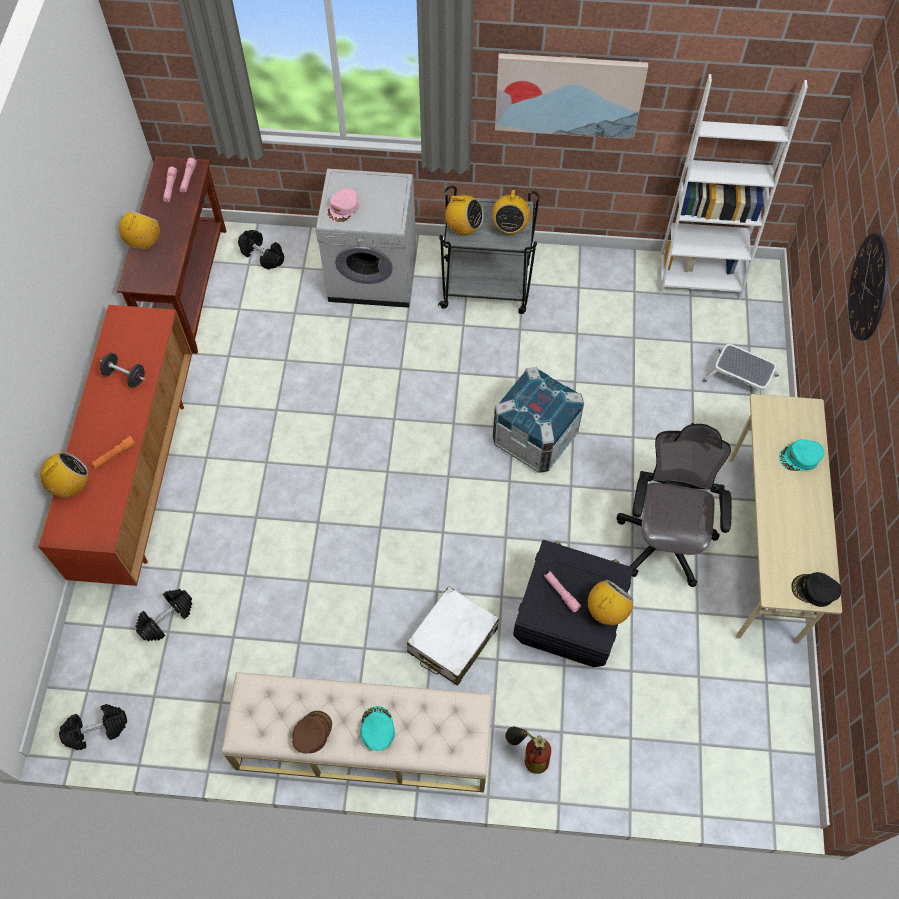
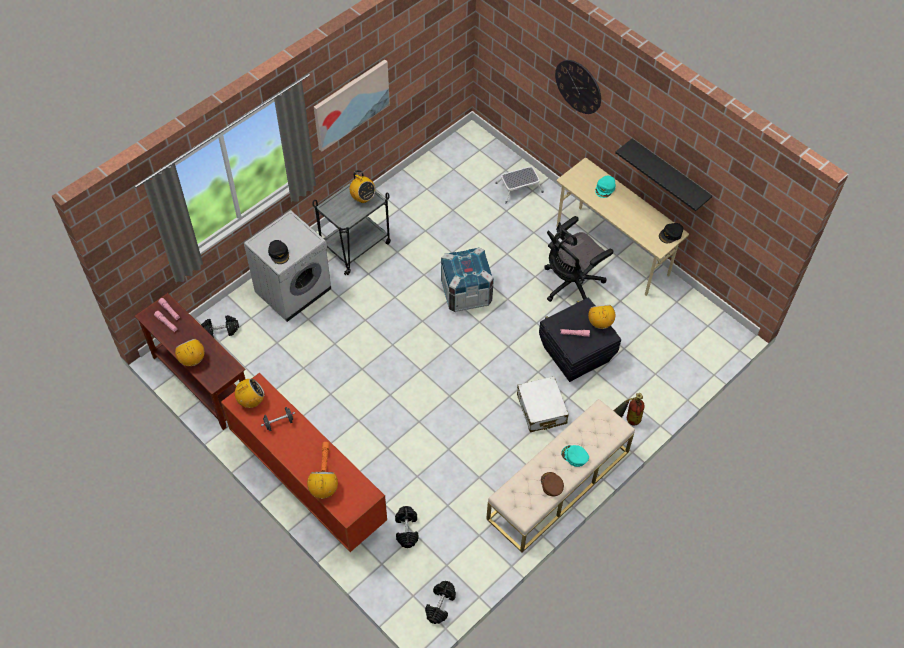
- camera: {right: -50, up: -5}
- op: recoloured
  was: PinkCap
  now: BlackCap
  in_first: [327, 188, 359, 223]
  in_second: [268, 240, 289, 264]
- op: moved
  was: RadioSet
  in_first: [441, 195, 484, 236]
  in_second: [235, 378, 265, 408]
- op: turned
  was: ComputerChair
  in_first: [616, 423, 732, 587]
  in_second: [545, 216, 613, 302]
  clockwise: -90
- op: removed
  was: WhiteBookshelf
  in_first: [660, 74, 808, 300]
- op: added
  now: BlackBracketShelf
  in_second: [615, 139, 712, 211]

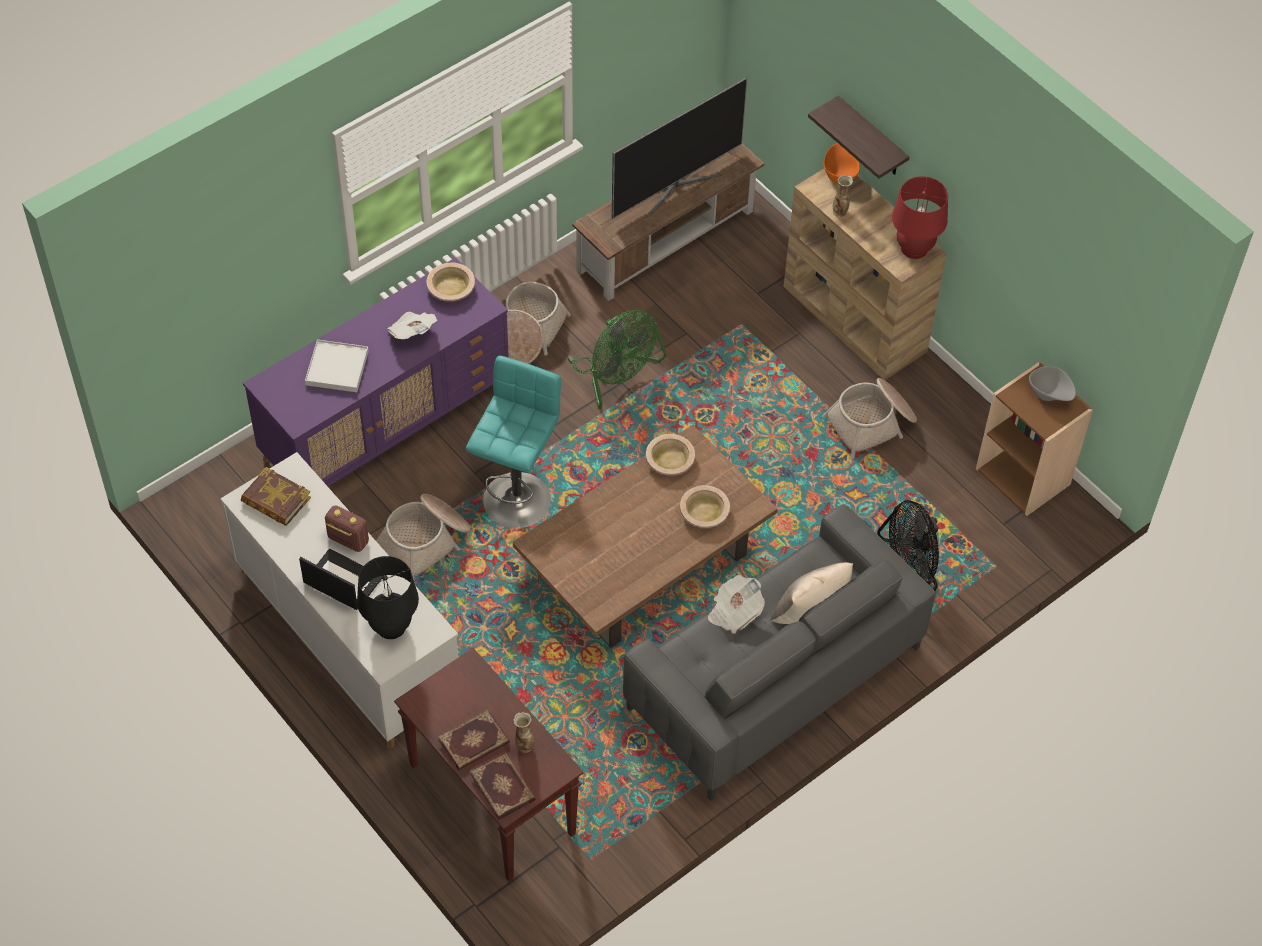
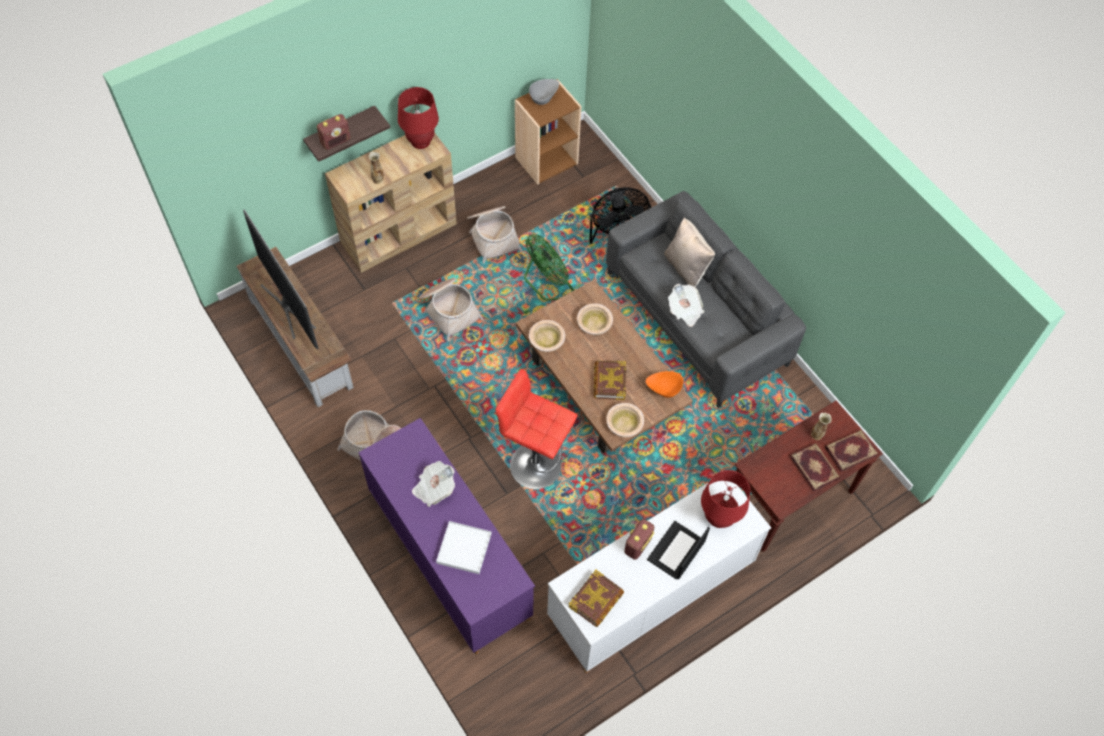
- camera: {right: -85, up: 5}
- op: recoloured
  was: BlackLampForATable
  now: ReddishLampForATable
  in_first: [357, 556, 419, 639]
  in_second: [701, 470, 750, 528]
- op: moved
  was: Basket
  in_first: [376, 494, 470, 580]
  in_second: [419, 278, 484, 341]
- op: moved
  was: BeigeColouredServingBowl
  in_first: [427, 263, 475, 301]
  in_second: [606, 403, 644, 437]
- op: recoloured
  was: TurquoiseColouredSittingStool
  now: ReddishSittingStool
  in_first: [466, 356, 561, 528]
  in_second: [495, 369, 578, 489]
- op: moved
  was: GreenElectricFan
  in_first: [568, 310, 667, 409]
  in_second: [523, 234, 574, 314]
- op: moved
  was: OrangeyServingBowl
  in_first: [824, 143, 860, 184]
  in_second: [646, 371, 683, 398]
- op: added
  now: RadioSet
  in_second: [317, 114, 350, 150]
- op: added
  now: Volume
  in_second: [593, 361, 626, 400]

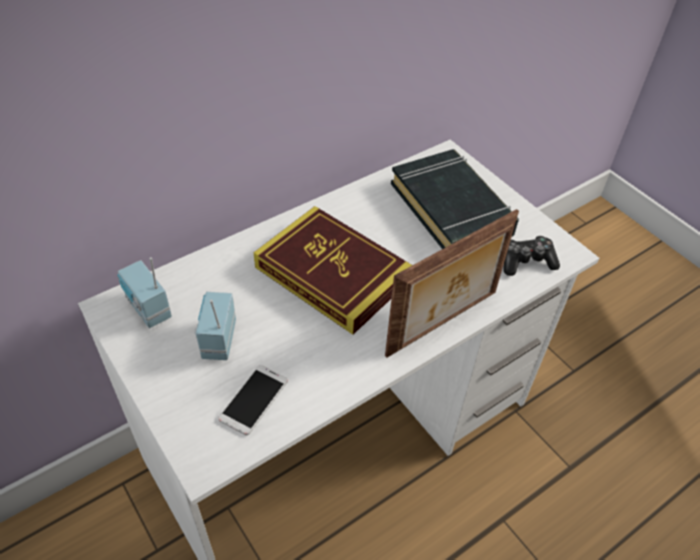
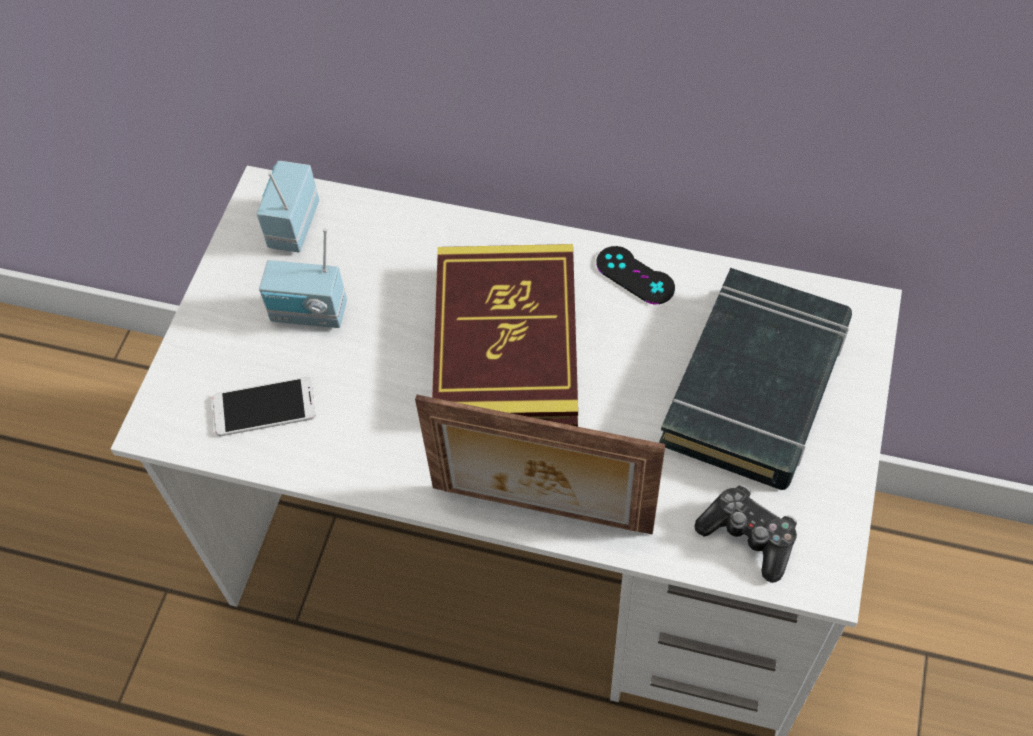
- camera: {right: 55, up: 10}
- op: turned
  was: RadioSet
  in_first: [195, 292, 236, 360]
  in_second: [259, 228, 347, 328]
  clockwise: -135
- op: added
  now: BlackGamepad
  in_second: [596, 246, 675, 304]

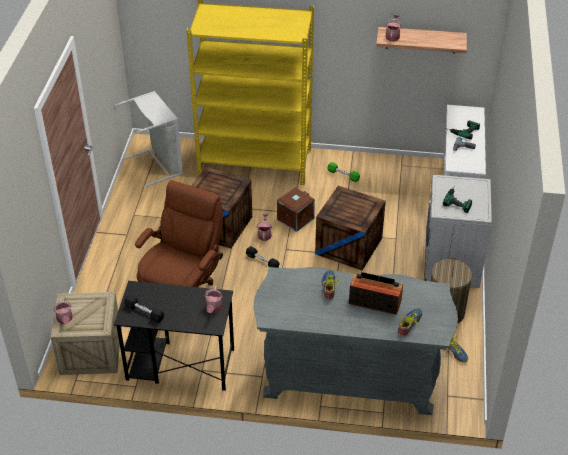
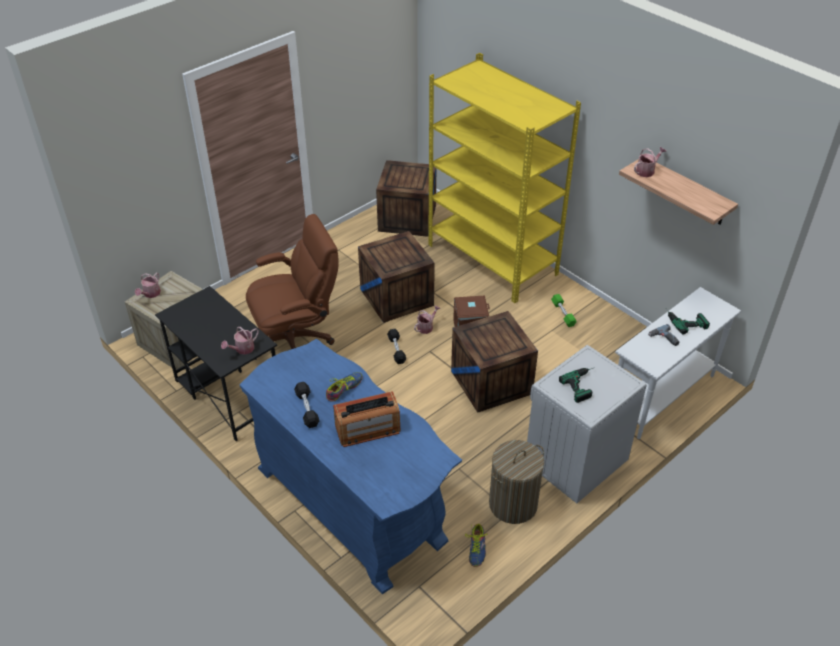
- camera: {right: 40, up: 0}
- op: replaced
  was: GrayWashingBasket
  now: Crate
  in_first: [115, 91, 183, 187]
  in_second: [376, 160, 436, 237]
- op: moved
  was: BlackDumbbell
  in_first: [124, 295, 164, 322]
  in_second: [294, 382, 320, 428]
- op: recoloured
  was: GrayDrawerChest
  now: BluishDrawerChest
  in_first: [253, 267, 458, 415]
  in_second: [239, 338, 462, 594]
- op: turned
  was: RadioSet
  in_first: [349, 272, 403, 315]
  in_second: [333, 391, 401, 447]
  clockwise: 105
- op: removed
  was: ItemOfFootwear
  in_first: [398, 308, 422, 336]

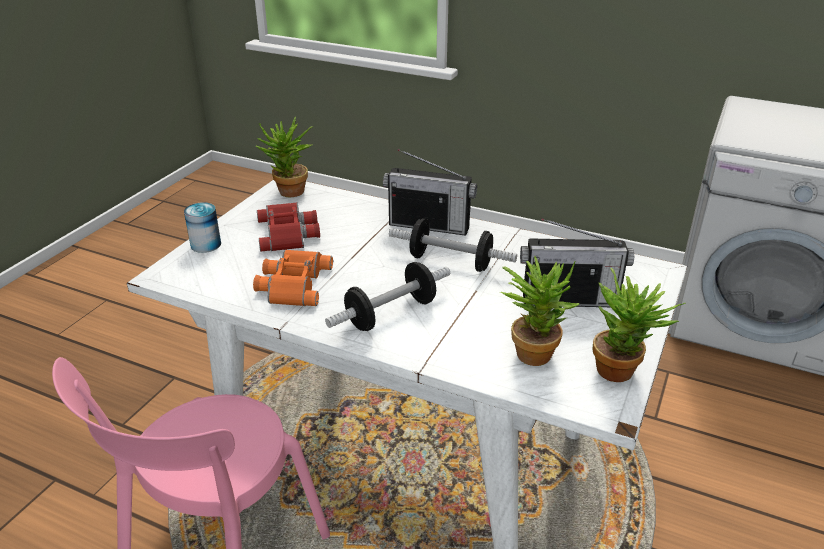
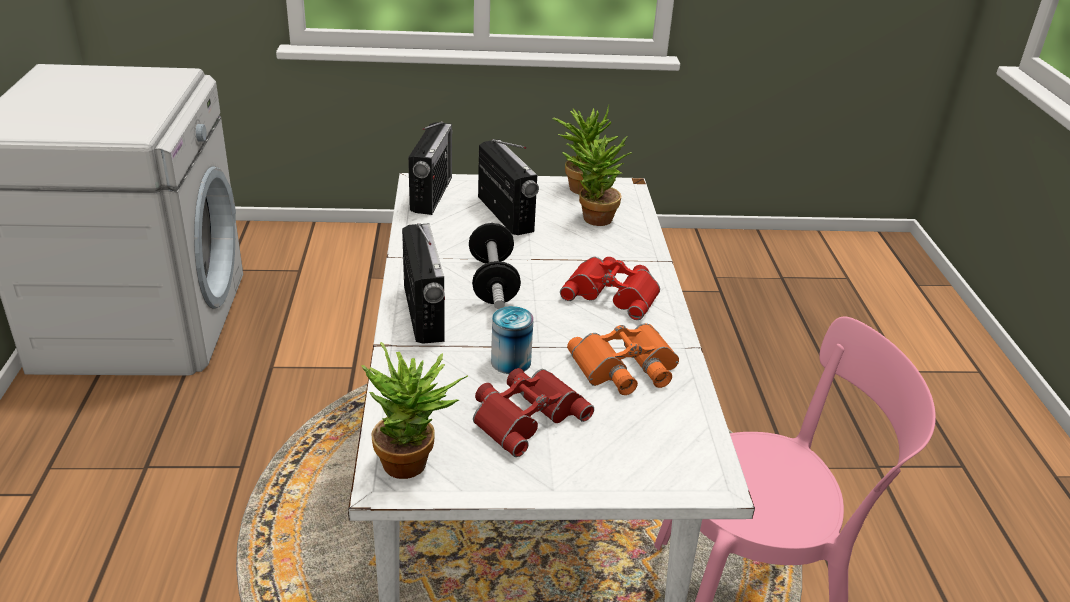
- camera: {right: -120, up: 0}
- op: moved
  was: SealedCan
  in_first: [184, 202, 221, 253]
  in_second: [491, 306, 534, 374]
- op: replaced
  was: Dumbbell
  now: ReddishBinoculars
  in_first: [325, 262, 450, 331]
  in_second: [560, 257, 660, 320]
- op: added
  now: RadioSet
  in_second: [408, 121, 453, 215]

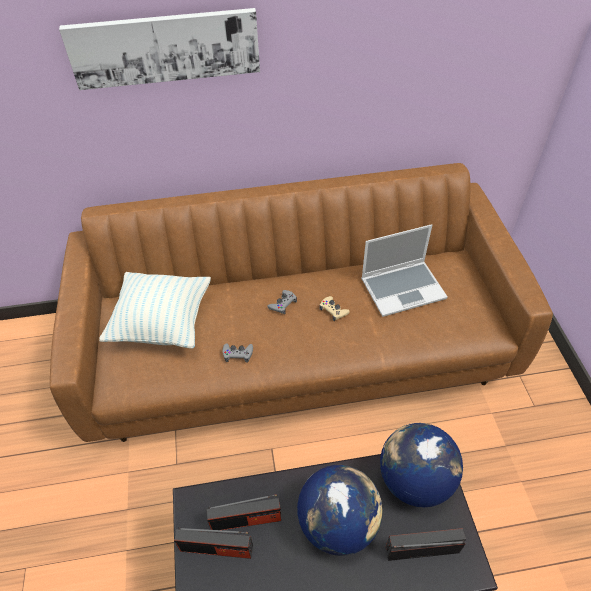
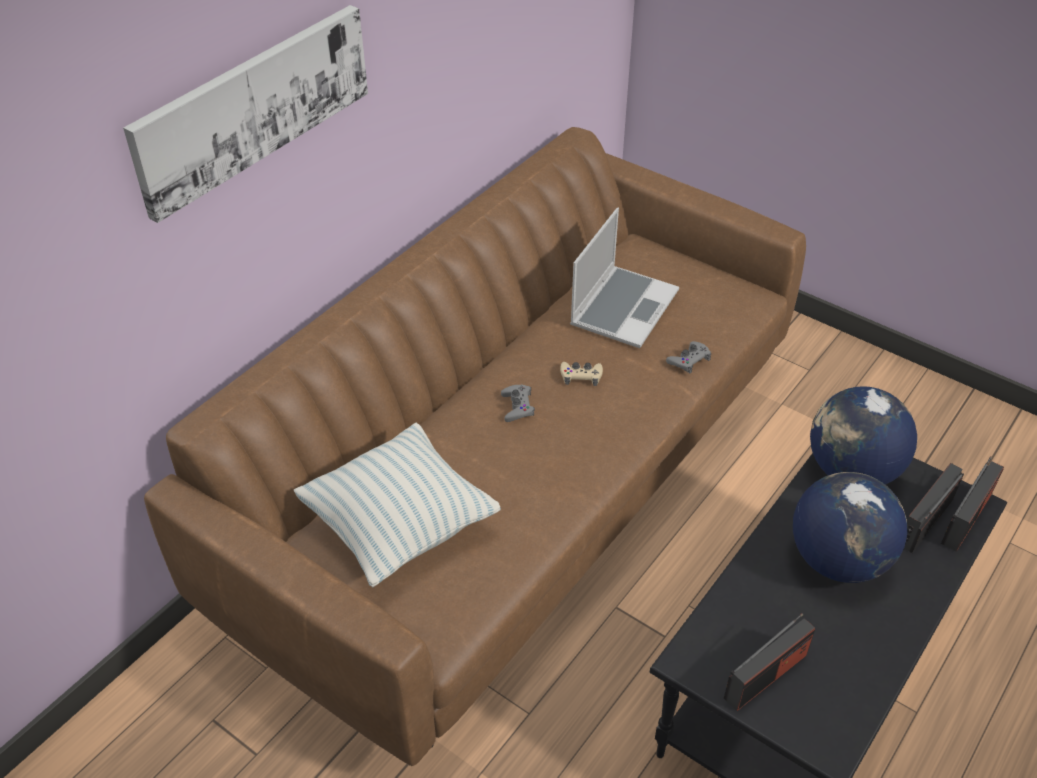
- camera: {right: -45, up: -5}
- op: moved
  was: RadioSet
  in_first: [207, 494, 281, 530]
  in_second: [941, 456, 1004, 552]
- op: moved
  was: GrayGamepad
  in_first: [222, 343, 253, 363]
  in_second: [666, 341, 711, 373]

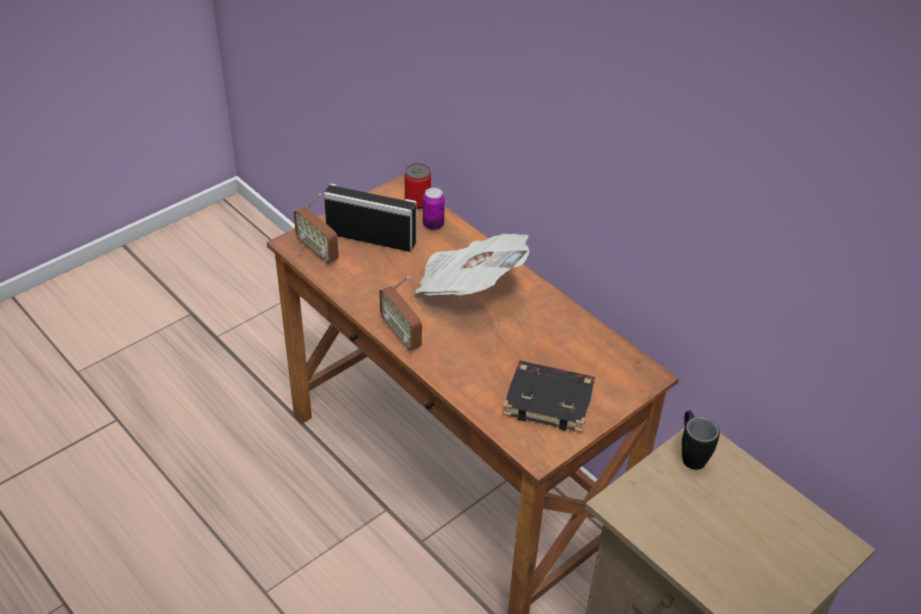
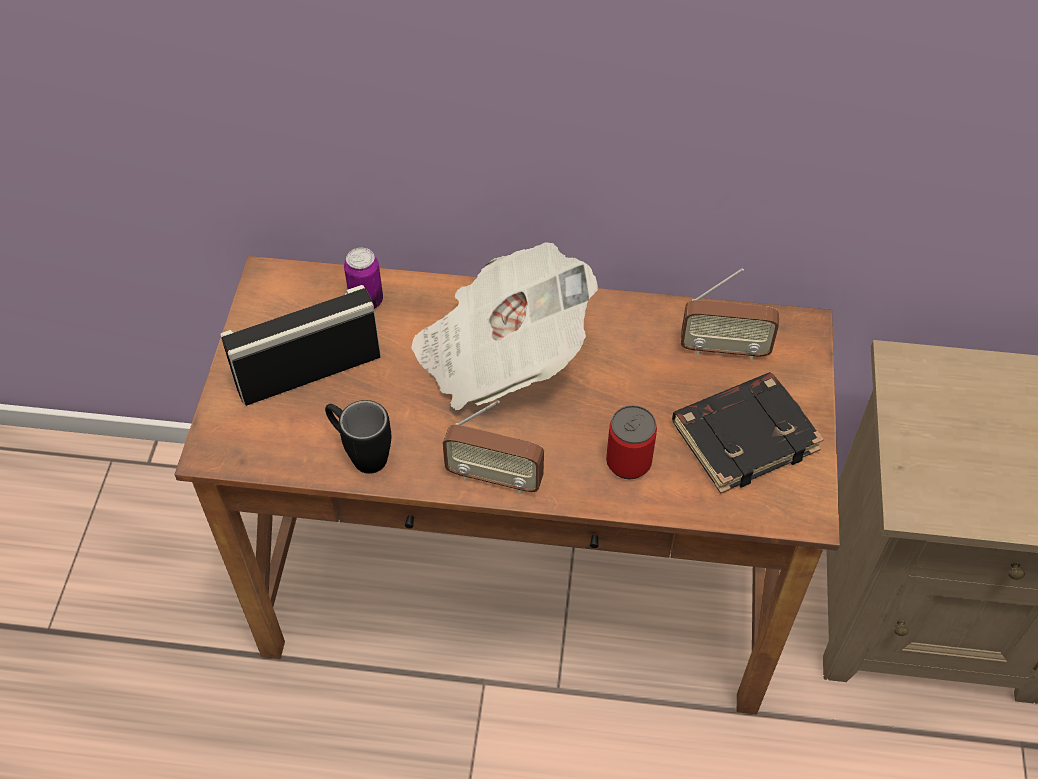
- camera: {right: -40, up: 10}
- op: moved
  was: RadioSet
  in_first: [294, 194, 339, 263]
  in_second: [681, 268, 779, 361]
- op: moved
  was: SealedCan
  in_first: [405, 163, 431, 209]
  in_second: [606, 405, 657, 479]
- op: moved
  was: BlackTeaMug
  in_first: [682, 410, 720, 470]
  in_second: [325, 400, 391, 474]

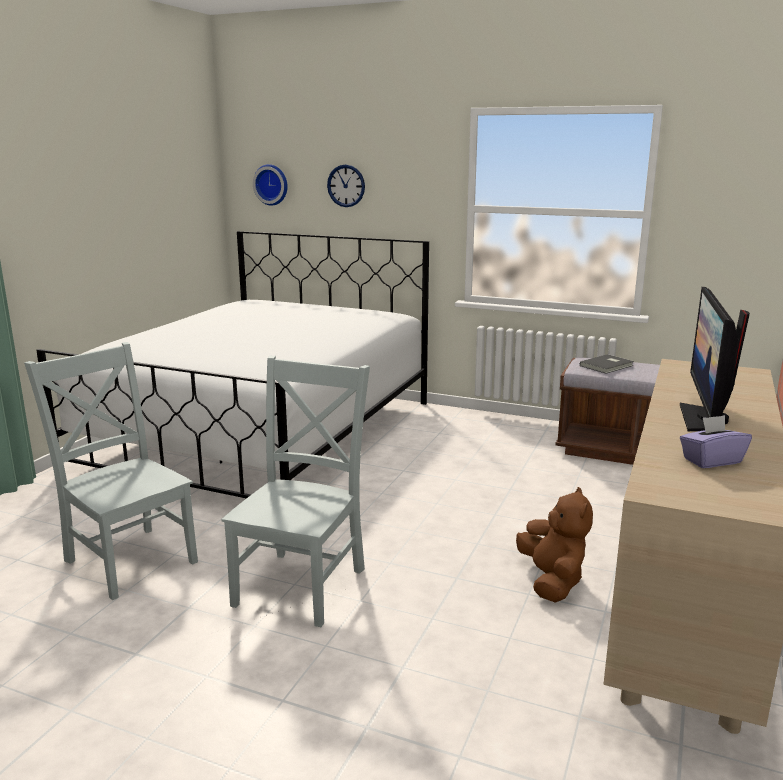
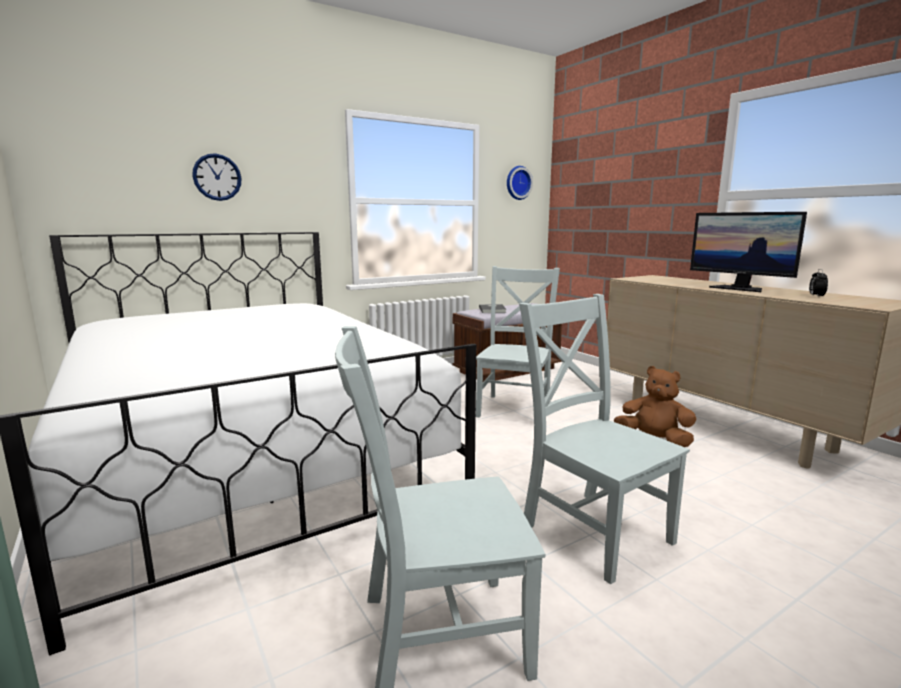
- camera: {right: -55, up: -5}
- op: moved
  was: HangingClock
  in_first: [253, 164, 288, 206]
  in_second: [507, 166, 533, 200]
- op: replaced
  was: PurpleTissueBox
  now: AlarmClock
  in_first: [680, 415, 752, 468]
  in_second: [809, 269, 828, 296]
- op: added
  now: GrayUprightChair
  in_second: [476, 266, 560, 418]

